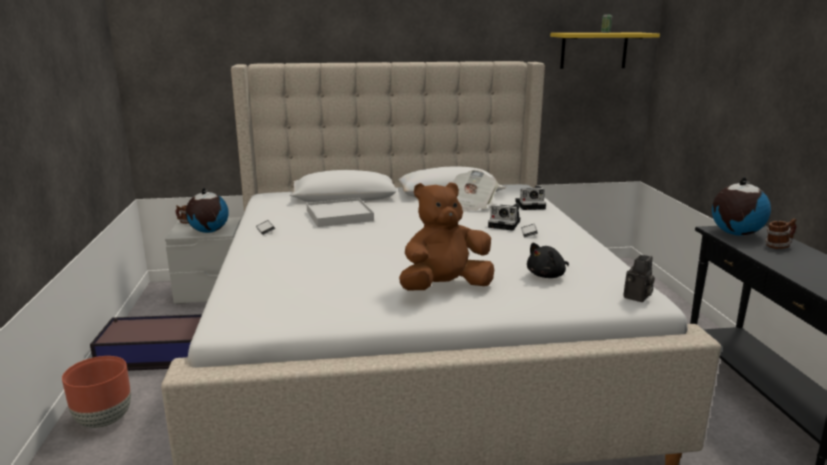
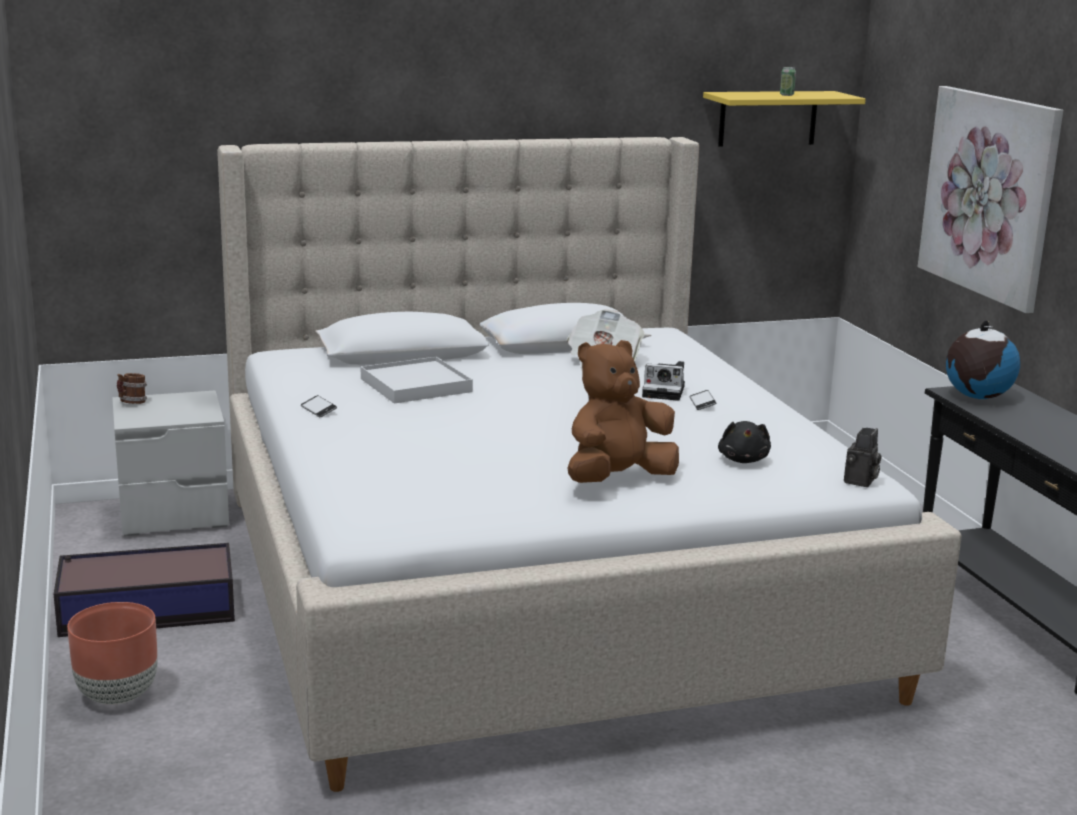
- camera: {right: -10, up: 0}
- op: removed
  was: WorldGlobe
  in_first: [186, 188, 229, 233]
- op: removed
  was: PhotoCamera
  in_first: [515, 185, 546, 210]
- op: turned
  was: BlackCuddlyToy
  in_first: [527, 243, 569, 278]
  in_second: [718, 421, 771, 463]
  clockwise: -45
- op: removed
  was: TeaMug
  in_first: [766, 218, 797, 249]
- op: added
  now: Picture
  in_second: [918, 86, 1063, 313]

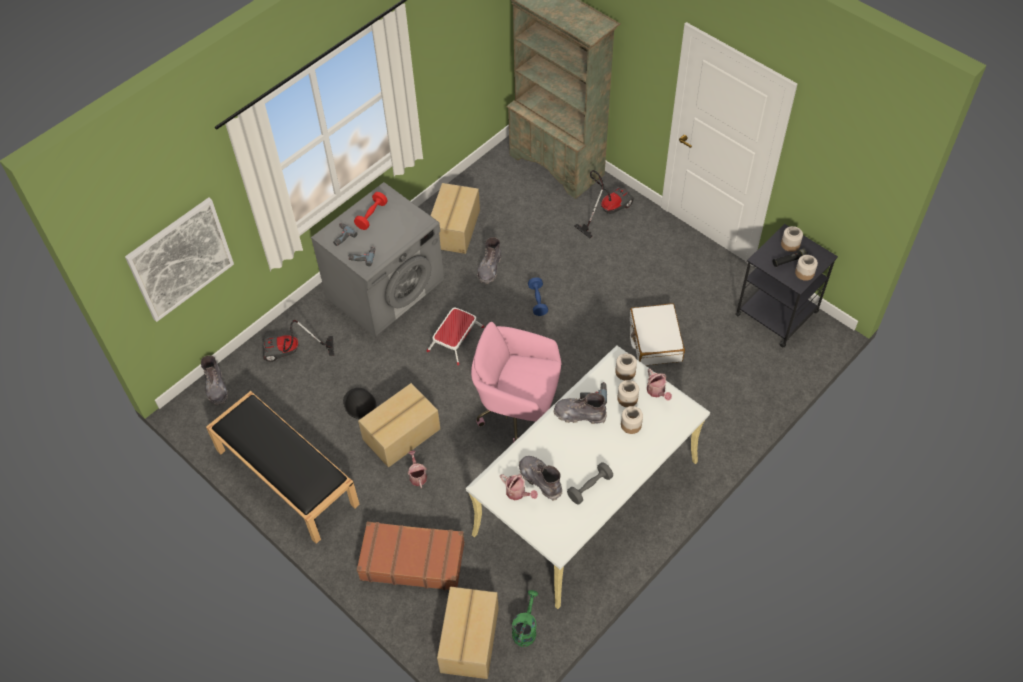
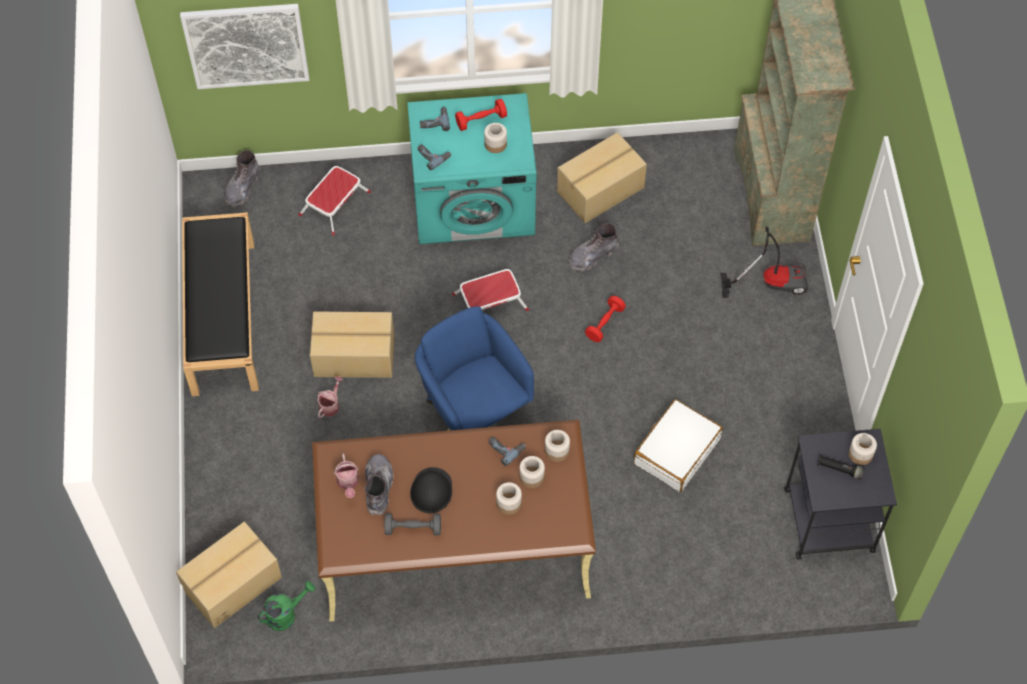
- camera: {right: 40, up: 5}
- op: replaced
  was: Hoover
  now: ReddishStepLadder
  in_first: [262, 320, 334, 362]
  in_second: [298, 166, 371, 235]
- op: recoloured
  was: GrayLaundryMachine
  now: TurquoiseColouredLaundryMachine
  in_first: [311, 182, 444, 337]
  in_second: [407, 93, 537, 244]
- op: moved
  was: BlackSafetyHelmet
  in_first: [343, 388, 376, 419]
  in_second: [410, 467, 452, 513]
- op: removed
  was: BrownColouredTravelCase
  in_first: [357, 521, 465, 590]
- op: recoloured
  was: WhiteDesk
  now: BrownColouredDesk
  in_first: [466, 345, 710, 609]
  in_second: [312, 420, 596, 621]
- op: recoloured
  was: PinkComputerChair
  now: BluishComputerChair
  in_first: [471, 322, 561, 443]
  in_second: [415, 306, 534, 431]
- op: recoloured
  was: BluishDumbbell
  now: ReddishDumbbell
  in_first: [528, 277, 548, 316]
  in_second: [585, 296, 626, 342]
- op: removed
  was: GrayHighTopBoot
  in_first: [553, 393, 607, 424]
- op: removed
  was: WateringCan
  in_first: [647, 369, 672, 400]
- op: moved
  was: PreserveJar
  in_first: [795, 255, 818, 281]
  in_second: [484, 123, 507, 153]

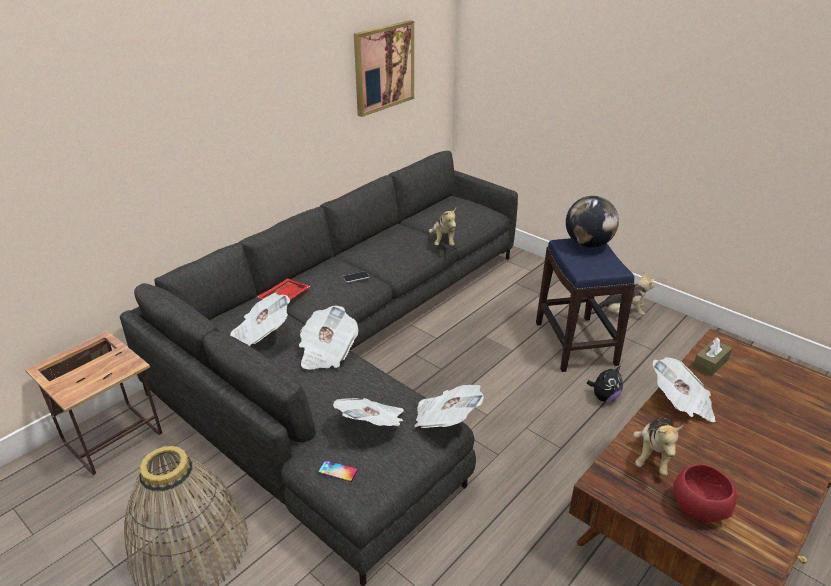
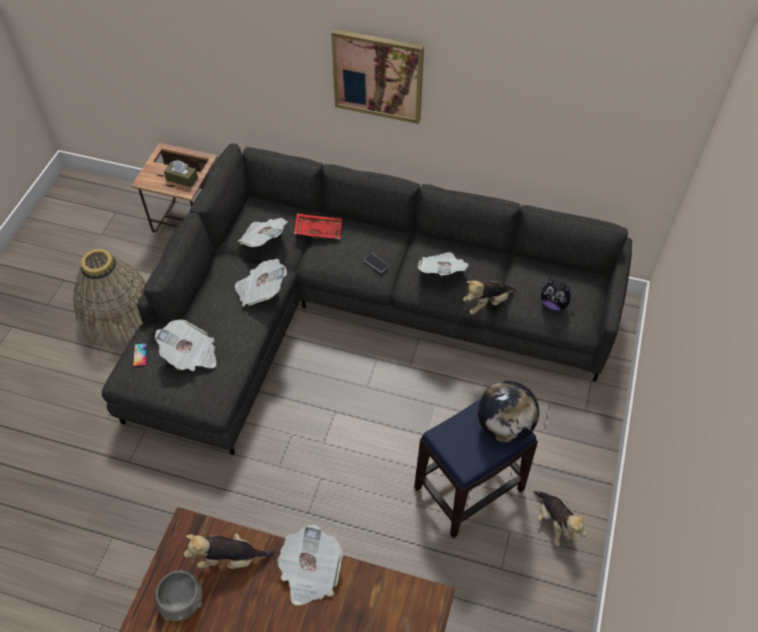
- camera: {right: 65, up: 20}
- op: moved
  was: Picture
  in_first: [354, 20, 414, 117]
  in_second: [331, 29, 424, 124]
- op: moved
  was: DailyPaper
  in_first: [414, 385, 484, 428]
  in_second: [418, 252, 469, 276]
- op: moved
  was: CuddlyToy
  in_first: [587, 366, 623, 402]
  in_second: [541, 279, 575, 311]
- op: recoloured
  was: ReddishServingBowl
  now: GrayServingBowl
  in_first: [673, 465, 739, 522]
  in_second: [155, 570, 202, 621]
- op: moved
  was: BrownColouredTissueBox
  in_first: [693, 337, 732, 376]
  in_second: [164, 160, 198, 188]

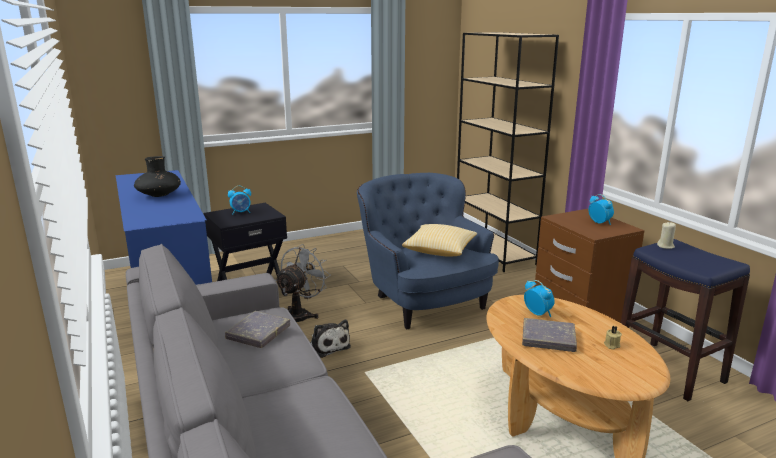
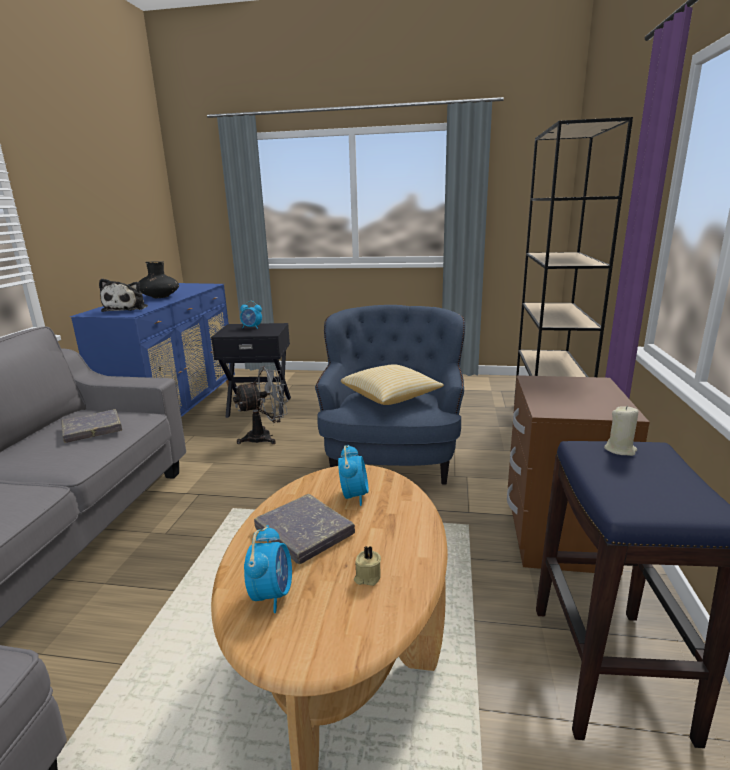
- camera: {right: 35, up: 0}
- op: moved
  was: CuddlyToy
  in_first: [310, 320, 351, 358]
  in_second: [99, 279, 148, 312]
- op: moved
  was: AlarmClock
  in_first: [589, 194, 614, 225]
  in_second: [244, 525, 292, 613]

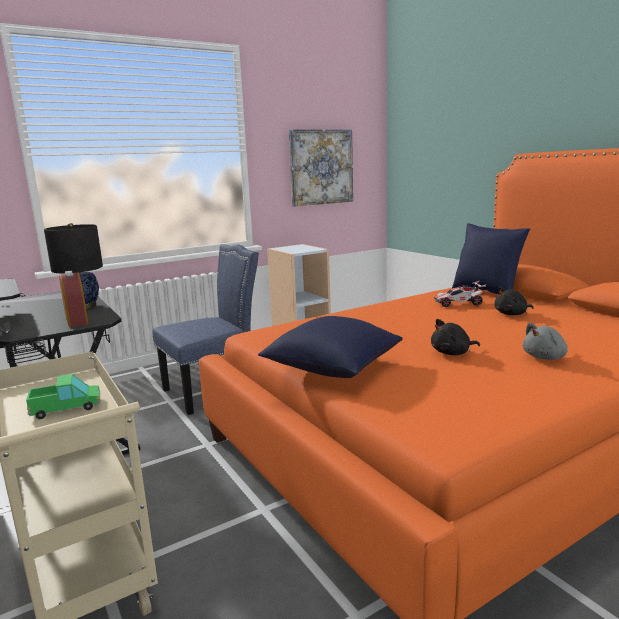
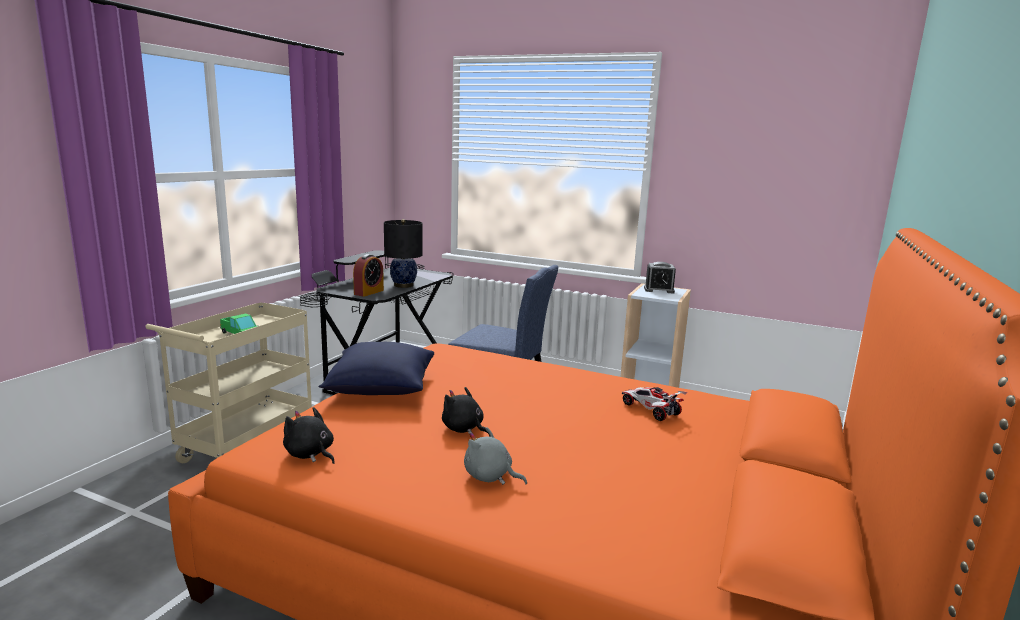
- camera: {right: 55, up: 0}
- op: removed
  was: Picture
  in_first: [289, 129, 353, 206]
- op: removed
  was: BluishCushion
  in_first: [452, 223, 530, 294]
- op: moved
  was: BlackCuddlyToy
  in_first: [494, 286, 534, 315]
  in_second: [283, 407, 335, 464]
- op: added
  now: AlarmClock
  in_second: [644, 262, 676, 293]

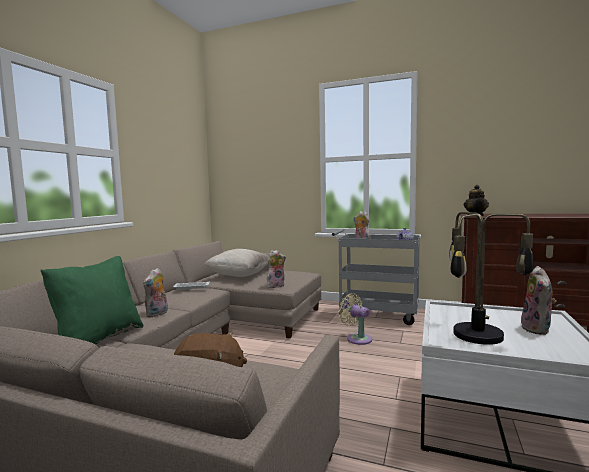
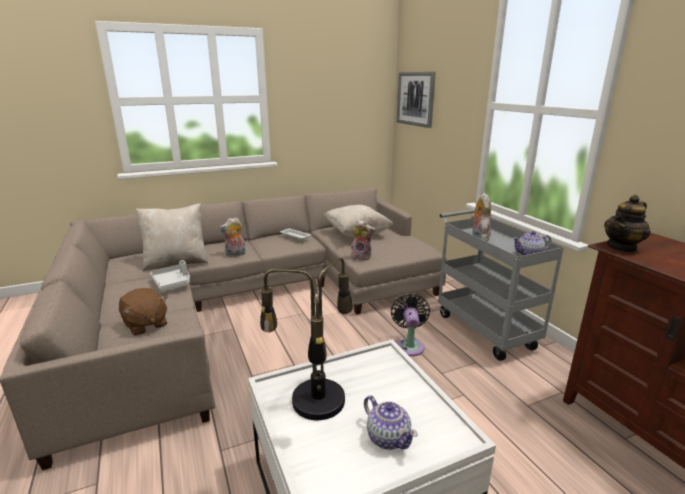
- camera: {right: 45, up: 15}
- op: recoloured
  was: GreenCushion
  now: BeigeColouredCushion
  in_first: [41, 256, 143, 345]
  in_second: [136, 204, 208, 271]
- op: recoloured
  was: BeigeColouredElectricFan
  now: BlackElectricFan
  in_first: [339, 293, 372, 345]
  in_second: [391, 294, 430, 356]
- op: replaced
  was: CuddlyToy
  now: Teapot
  in_first: [521, 266, 557, 335]
  in_second: [364, 395, 418, 450]
- op: added
  now: GrayCarryingTray
  in_second: [150, 260, 190, 292]
- op: added
  now: Picture
  in_second: [397, 72, 436, 128]

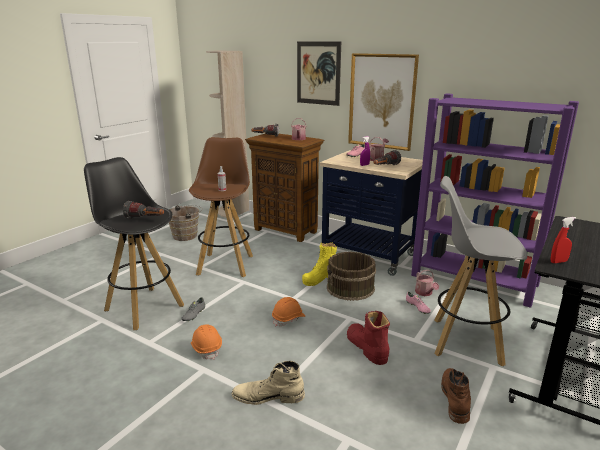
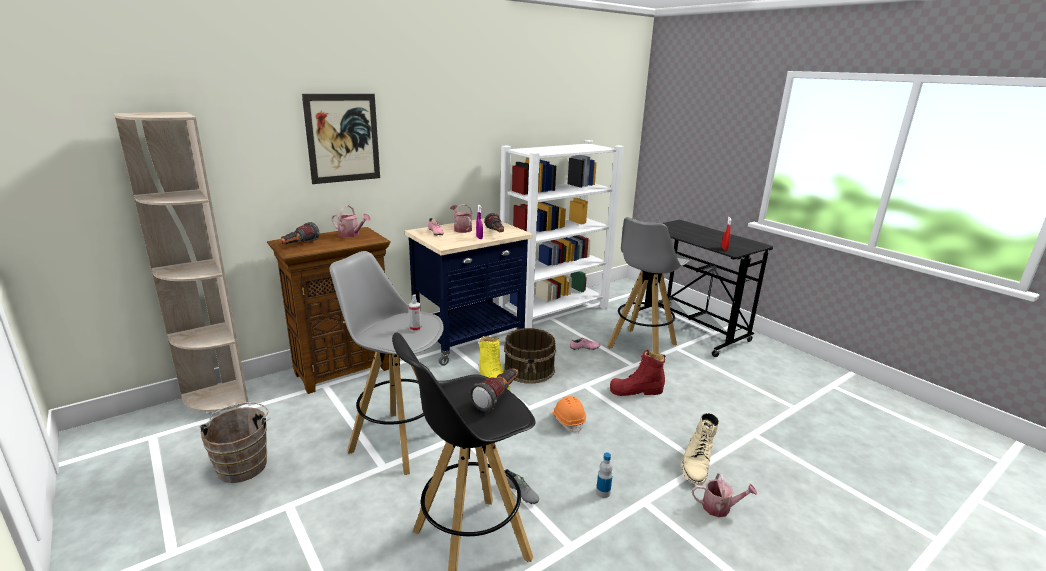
- camera: {right: -70, up: 0}
- op: recoloured
  was: BrownColouredSittingStool
  now: GraySittingStool
  in_first: [189, 137, 253, 277]
  in_second: [330, 251, 444, 475]
- op: replaced
  was: OrangeySafetyHelmet
  now: DrinkBottle
  in_first: [191, 324, 222, 360]
  in_second: [596, 453, 613, 498]
- op: removed
  was: Picture
  in_first: [348, 53, 419, 151]
- op: recoloured
  was: PurpleBookshelf
  now: WhiteBookshelf
  in_first: [411, 93, 579, 308]
  in_second: [499, 140, 624, 328]
- op: moved
  was: WateringCan
  in_first: [415, 270, 439, 296]
  in_second: [692, 473, 757, 517]
- op: removed
  was: BrownColouredHighTopBoot
  in_first: [441, 368, 471, 424]

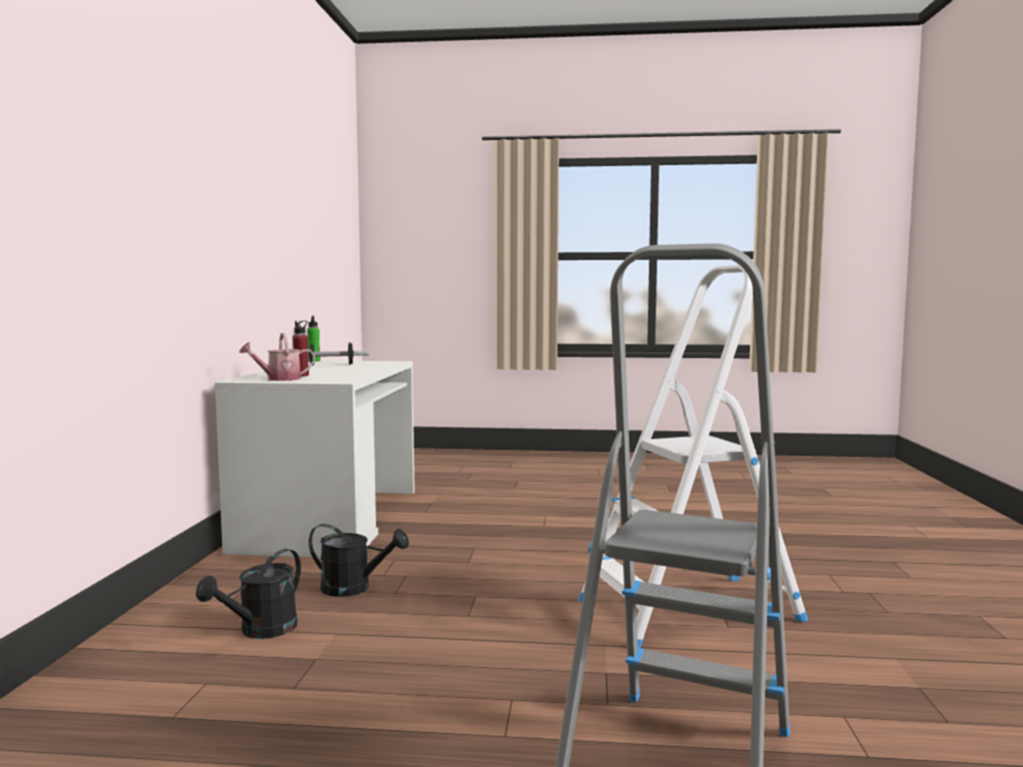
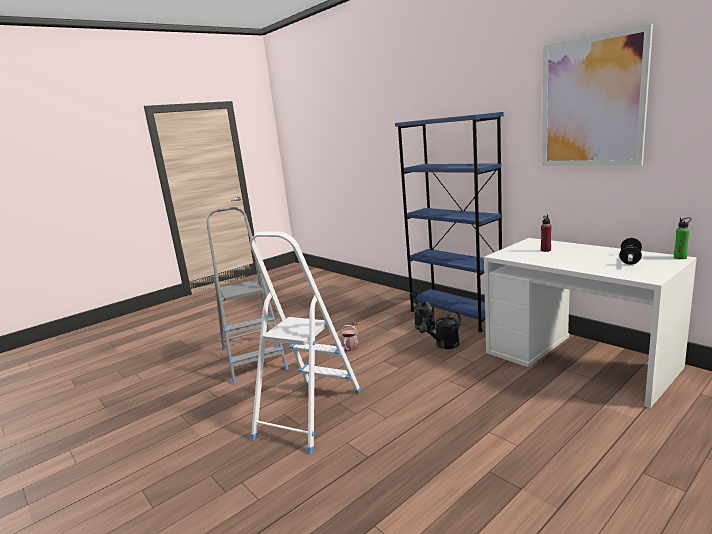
- camera: {right: 135, up: 10}
- op: moved
  was: WateringCan
  in_first: [239, 333, 315, 381]
  in_second: [340, 322, 359, 352]
- op: added
  now: BluishBookshelf
  in_second: [395, 112, 503, 332]
- op: added
  now: Picture
  in_second: [542, 24, 653, 166]

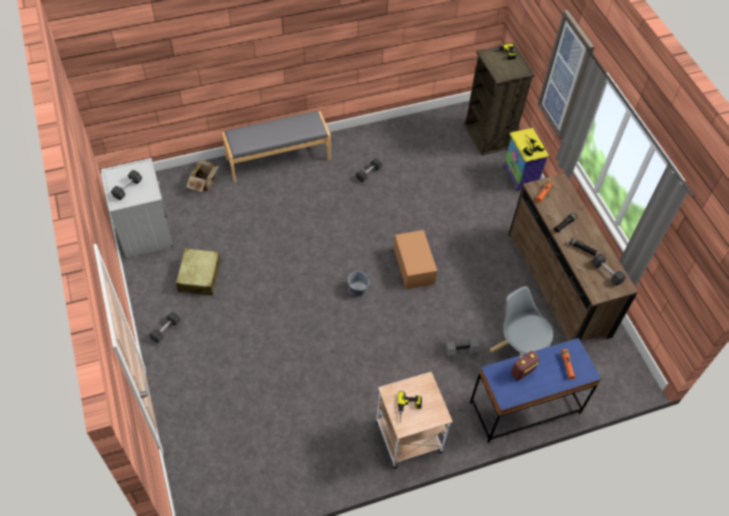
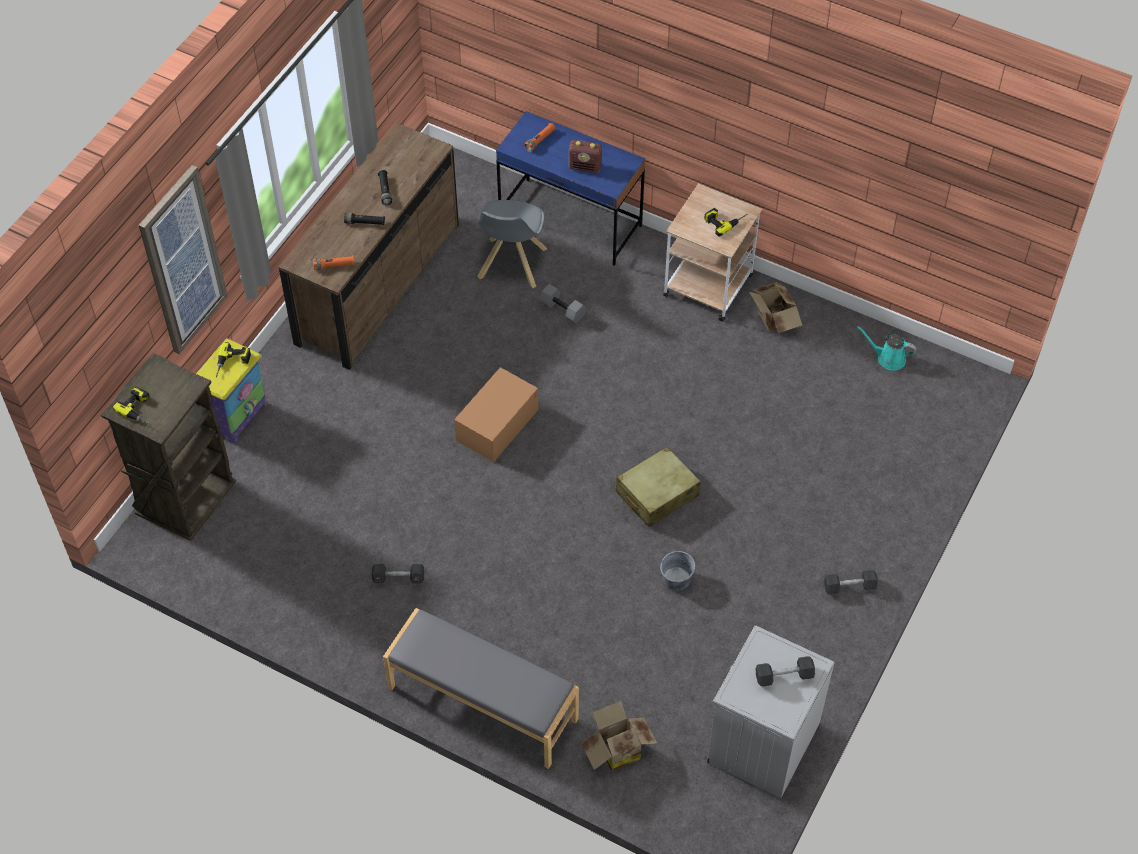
- camera: {right: -130, up: 0}
- op: moved
  was: BeigeColouredTravelCase
  in_first: [176, 248, 221, 295]
  in_second: [616, 446, 701, 527]
- op: moved
  was: GrayBucket
  in_first: [348, 271, 369, 296]
  in_second: [660, 551, 695, 591]
- op: removed
  was: BlackDumbbell
  in_first: [592, 253, 626, 286]
- op: added
  now: PackingBox
  in_second: [749, 282, 802, 334]
- op: added
  now: TurquoiseColouredWateringCan
  in_second: [857, 326, 916, 371]

